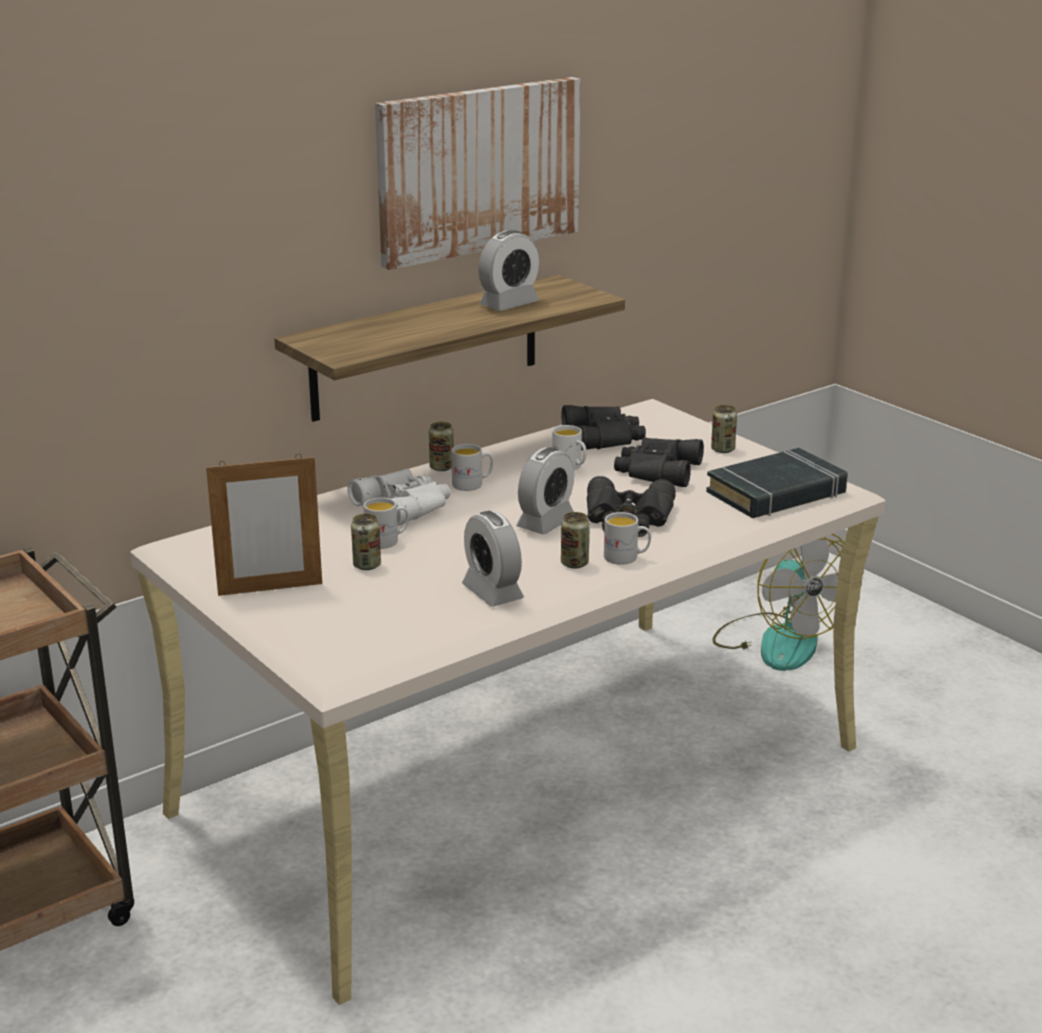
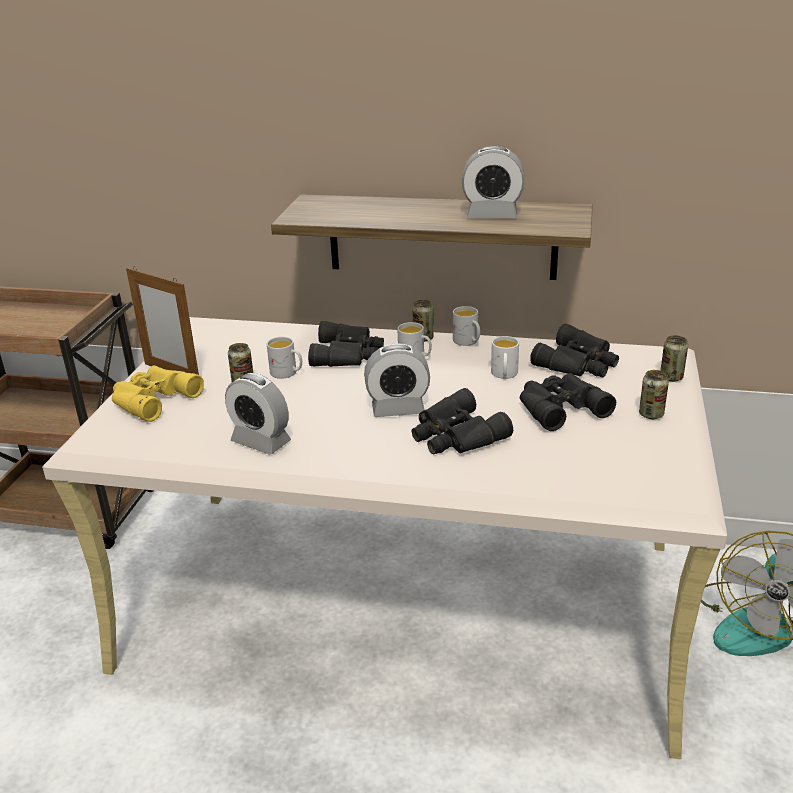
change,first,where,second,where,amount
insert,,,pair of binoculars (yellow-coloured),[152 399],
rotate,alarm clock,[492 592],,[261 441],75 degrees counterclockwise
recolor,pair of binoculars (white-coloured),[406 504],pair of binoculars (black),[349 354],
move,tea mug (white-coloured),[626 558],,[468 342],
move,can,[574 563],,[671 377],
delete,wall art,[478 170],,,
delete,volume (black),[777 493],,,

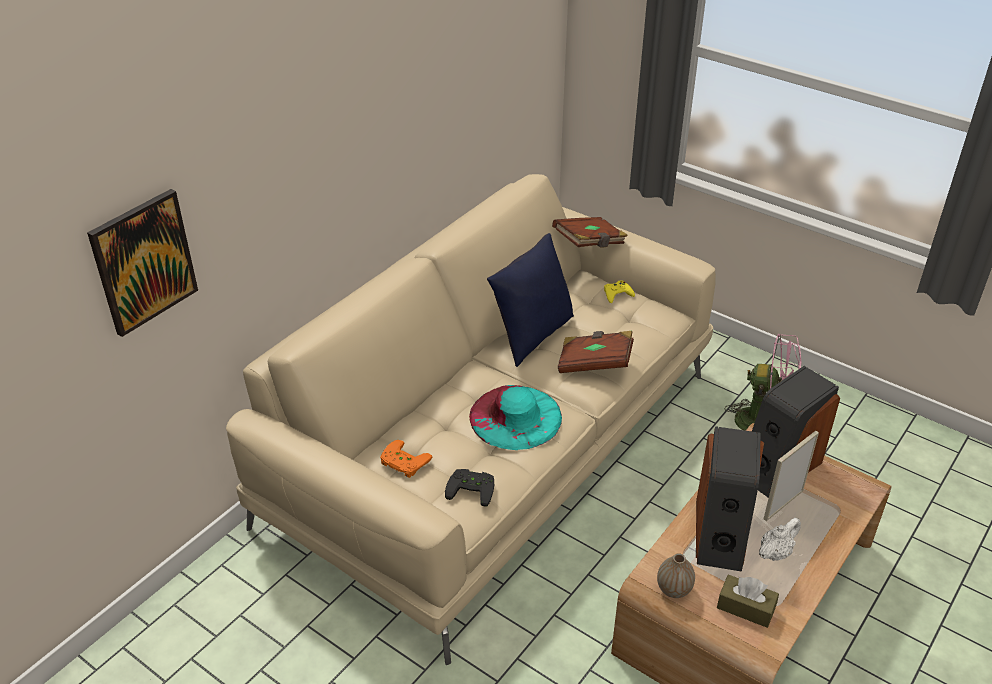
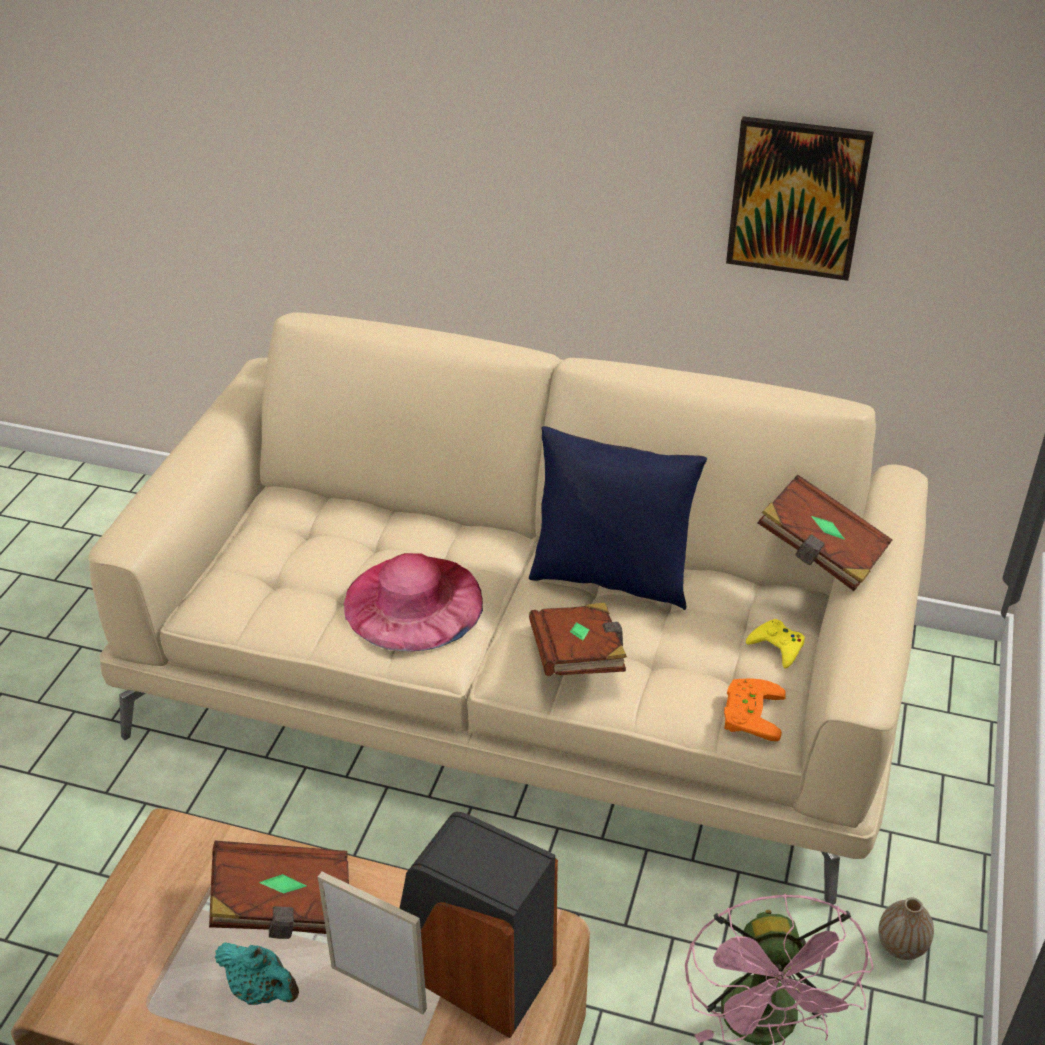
change,first,where,second,where,amount
replace,audio speaker,[721 534],volume (brown),[284 908],
recolor,tea pot (white-coloured),[775 552],tea pot (turquoise),[262 990],
recolor,wearable hat (turquoise),[515 417],wearable hat (pinkish),[413 602],
move,gamepad (orangey),[403 463],,[748 712],
move,wall art,[143 262],,[797 198],
move,flower vase,[673 589],,[901 946],
delete,gamepad (black),[472 488],,,
delete,tissue box (brown),[745 607],,,

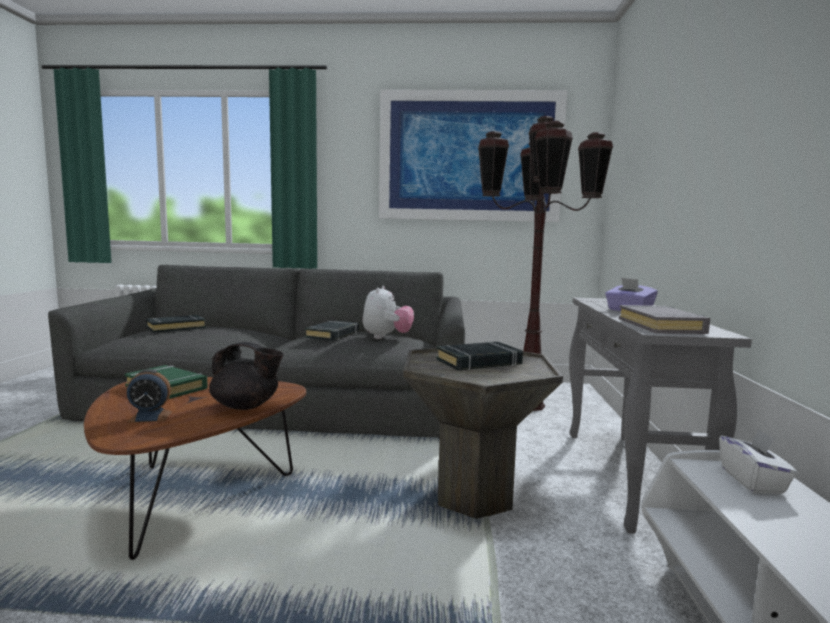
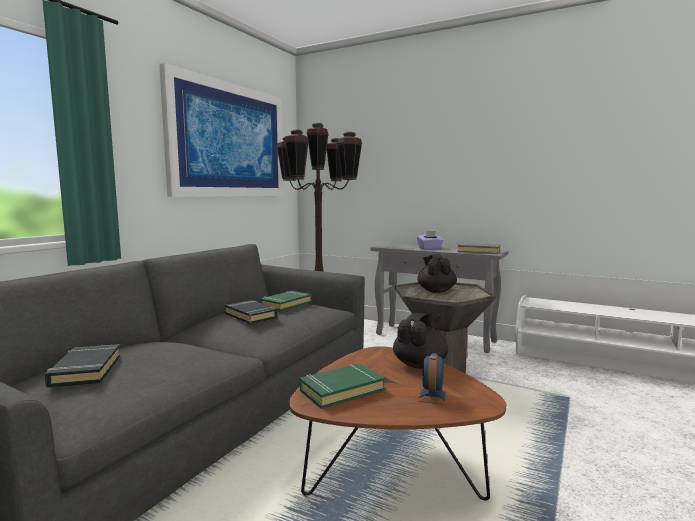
change,first,where,second,where,amount
replace,soft toy,[386 337],volume (greenish),[285 304],
replace,volume (black),[479 362],tea pot (black),[436 291],
delete,tissue box (white-coloured),[753 481],,,

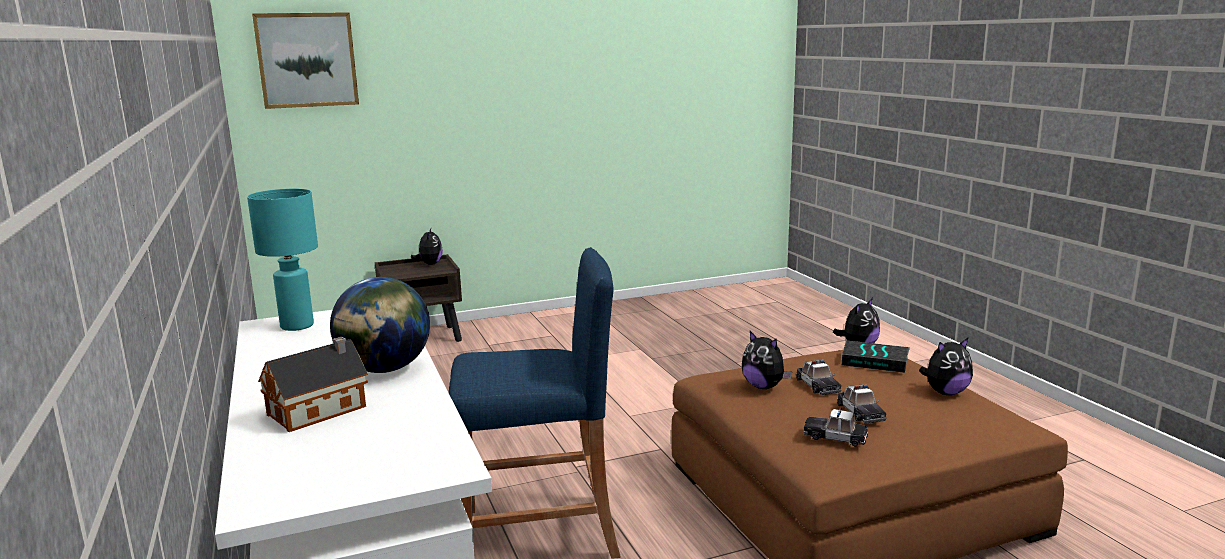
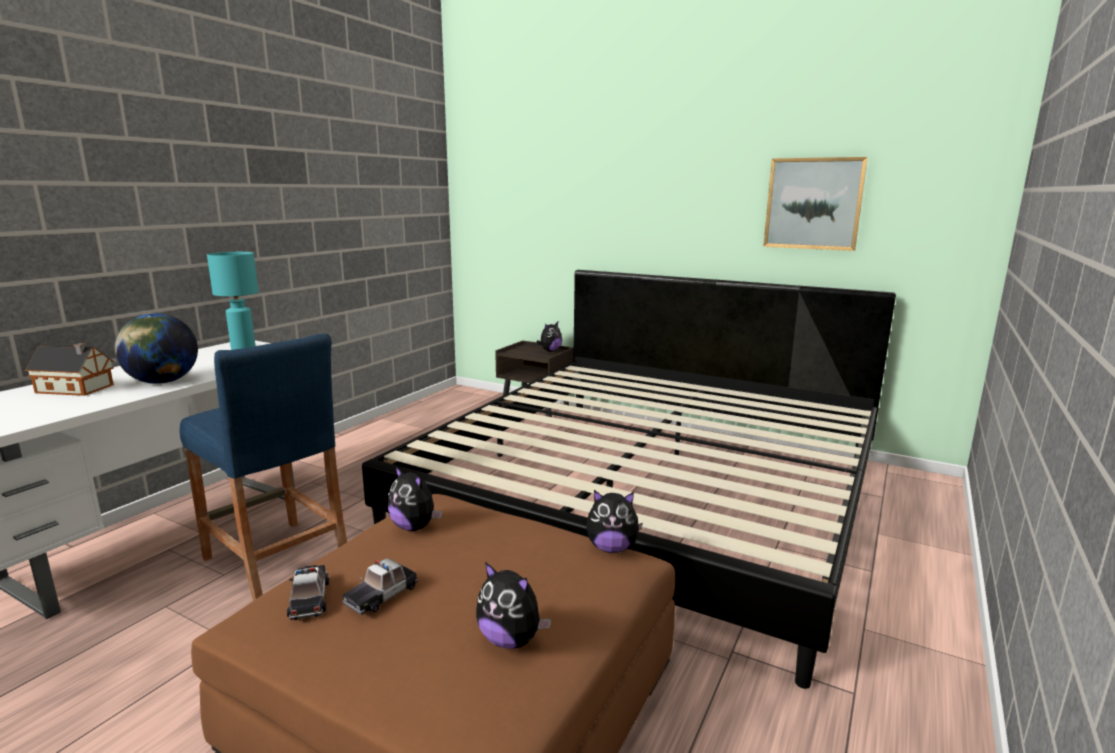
change,first,where,second,where,amount
insert,,,sleeping bed,[650 495],
rotate,soft toy,[764 386],,[415 527],60 degrees counterclockwise
move,wall art,[307 60],,[813 203],
delete,miniature car,[817 385],,,
delete,volume,[875 361],,,

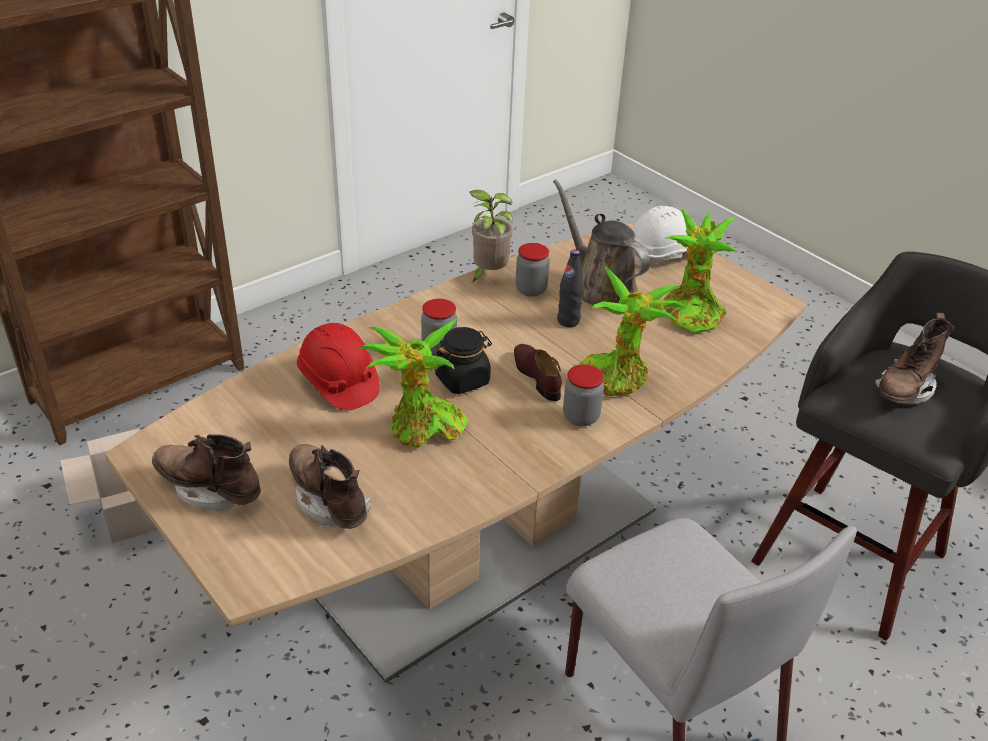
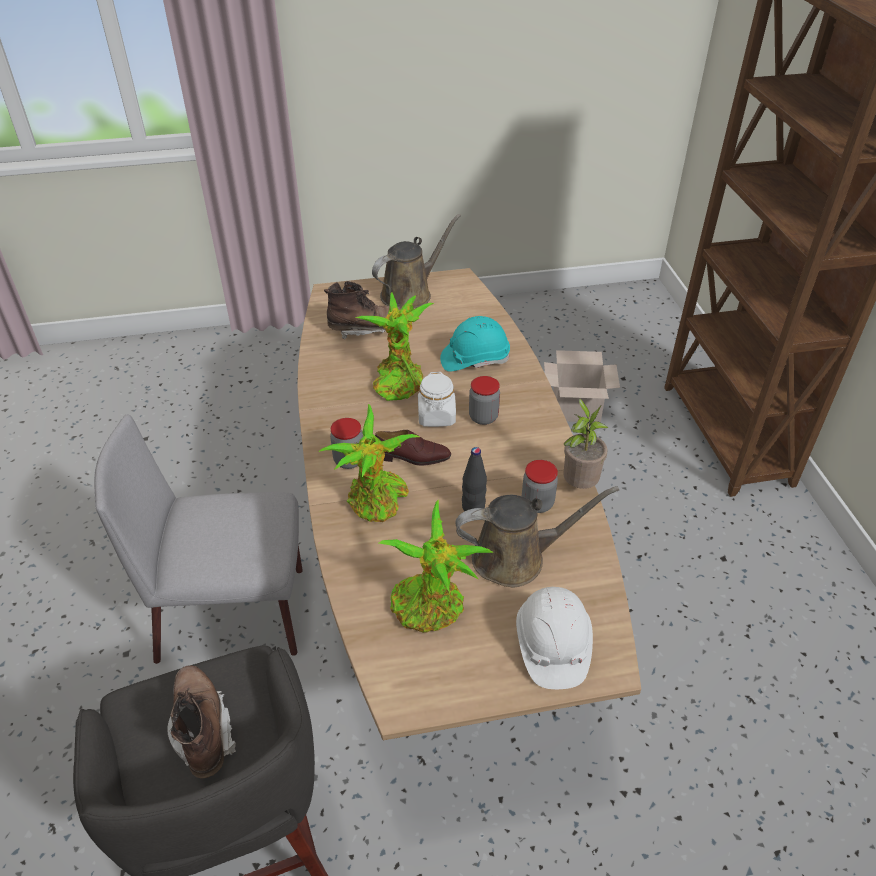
change,first,where,second,where,amount
replace,high-top boot (brown),[209 489],sprinkling can (brown),[410 293],
recolor,preserve jar (black),[462 379],preserve jar (white-coloured),[436 416],
recolor,hard hat (reddish),[338 382],hard hat (turquoise),[474 359],

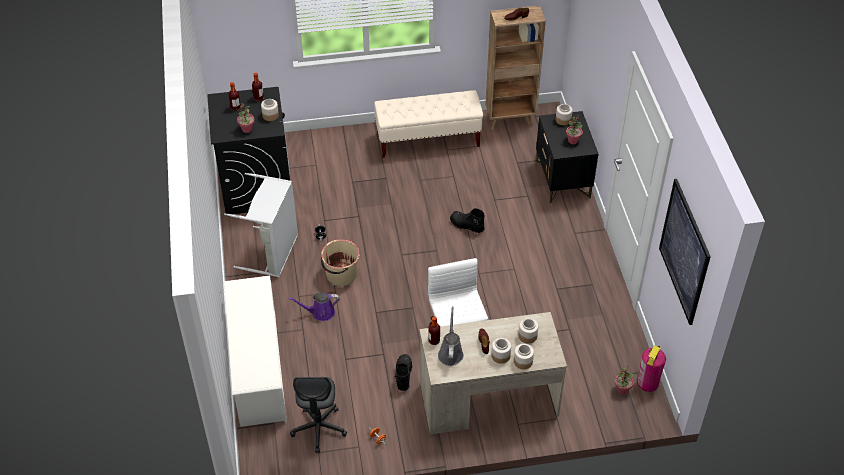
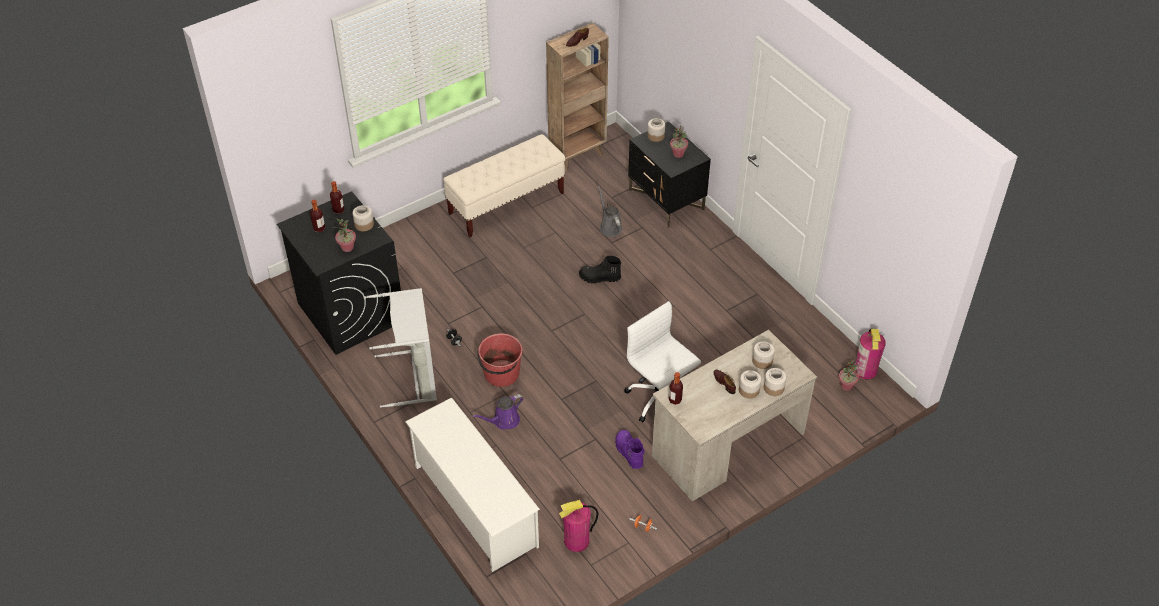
change,first,where,second,where,amount
recolor,bucket (sand-coloured),[341 275],bucket (reddish),[501 374],
replace,office chair (grey),[319 429],fire extinguisher,[576 541],
move,sprinkling can (grey),[450 352],,[609 226],
recolor,high-top boot (black),[403 375],high-top boot (purple),[628 453],
delete,wall art,[684 252],,,

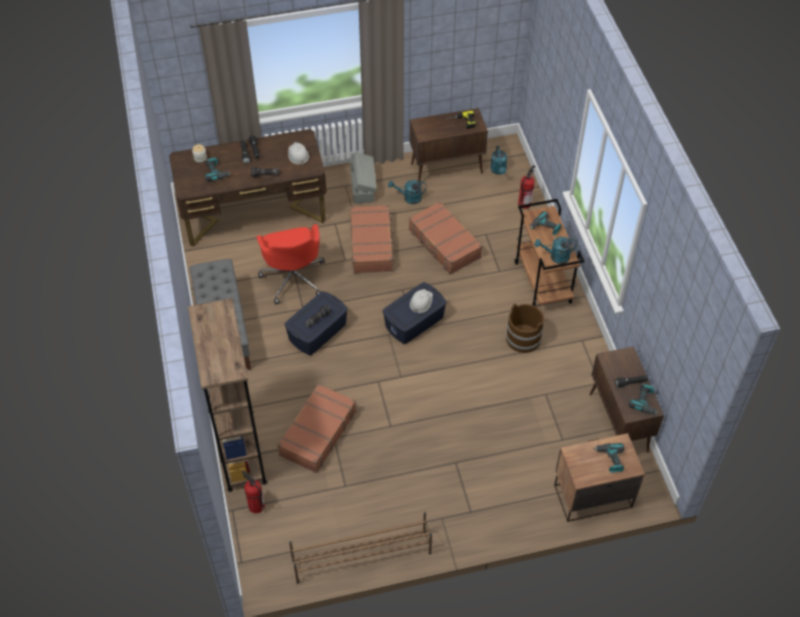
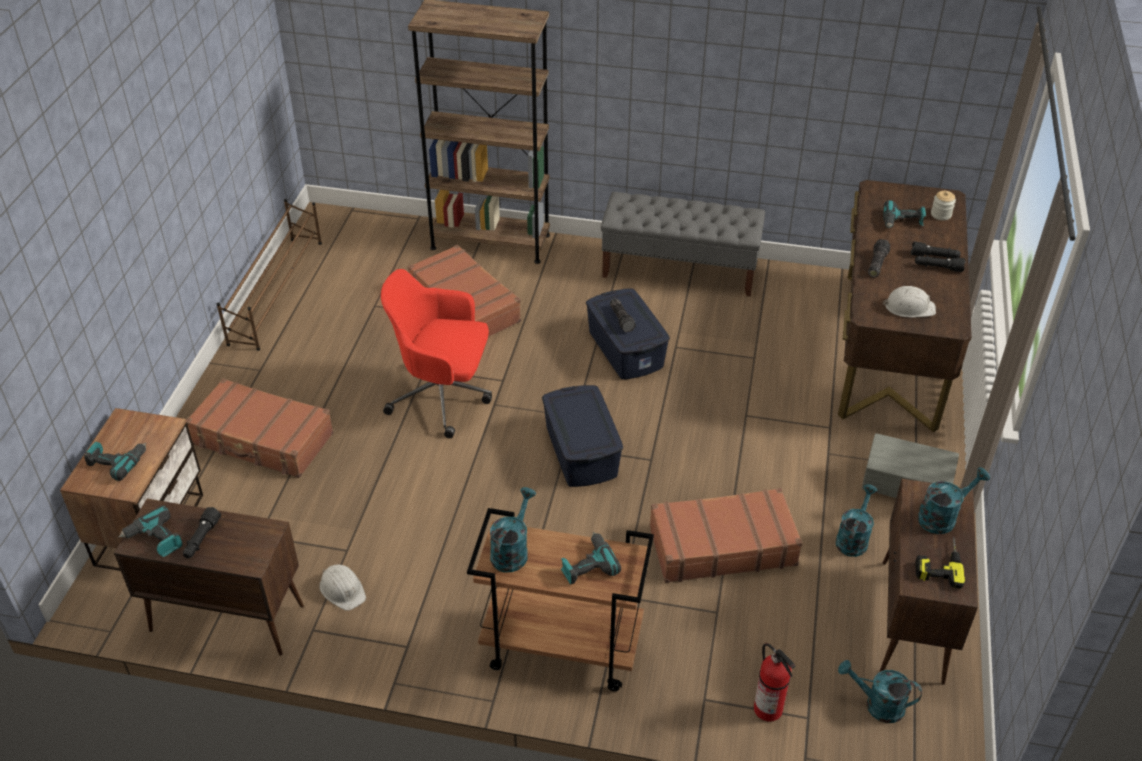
change,first,where,second,where,amount
move,piece of luggage (brown),[372 244],,[262 439],
move,hard hat (white-coloured),[421 302],,[342 589],
move,office chair (reddish),[293 277],,[443 396],
insert,,,sprinkling can (turquoise),[942 517],
delete,fire extinguisher,[256 506],,,
delete,bucket (brown),[523 338],,,

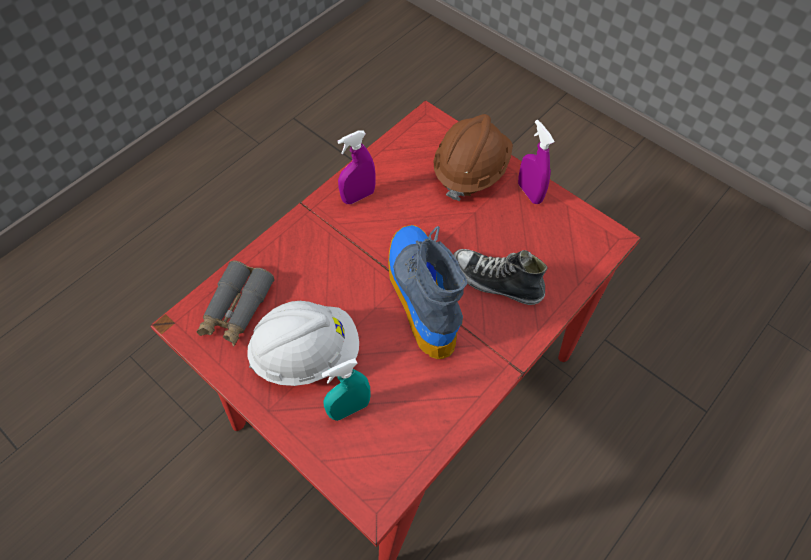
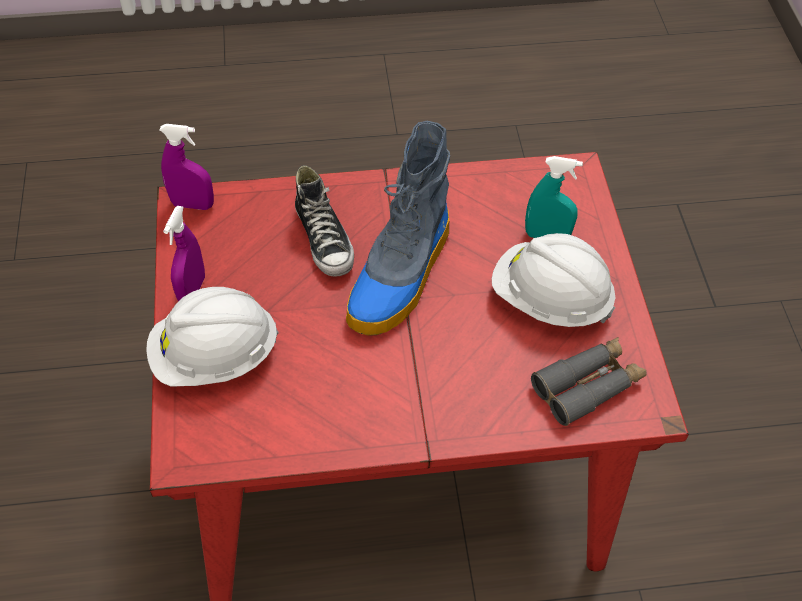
change,first,where,second,where,amount
recolor,hard hat (brown),[470 170],hard hat (white-coloured),[215 356],
move,sprayer (purple),[358 196],,[192 204],

